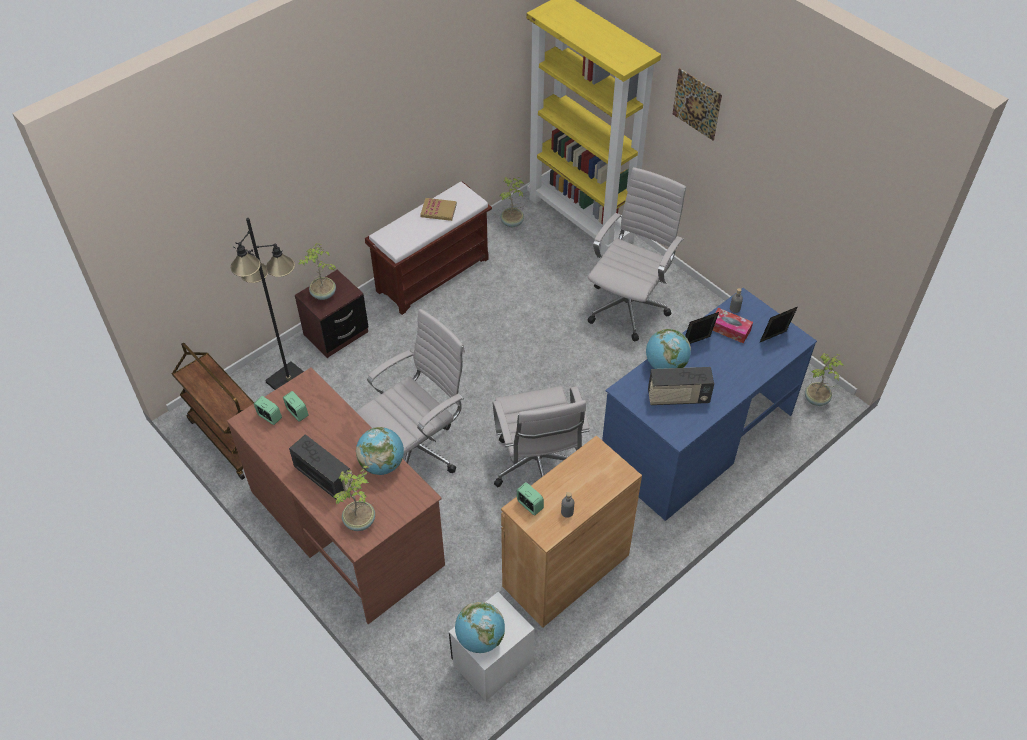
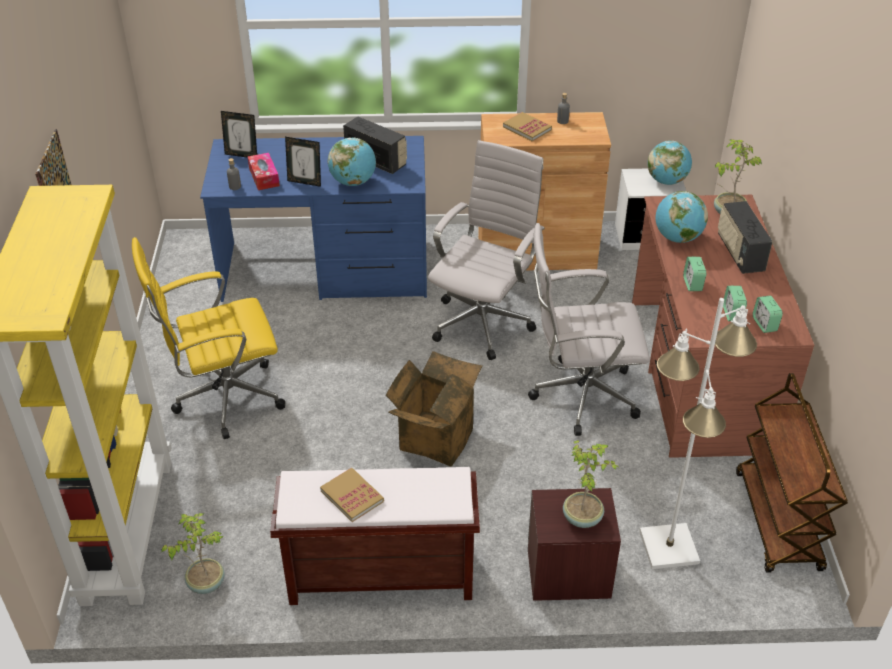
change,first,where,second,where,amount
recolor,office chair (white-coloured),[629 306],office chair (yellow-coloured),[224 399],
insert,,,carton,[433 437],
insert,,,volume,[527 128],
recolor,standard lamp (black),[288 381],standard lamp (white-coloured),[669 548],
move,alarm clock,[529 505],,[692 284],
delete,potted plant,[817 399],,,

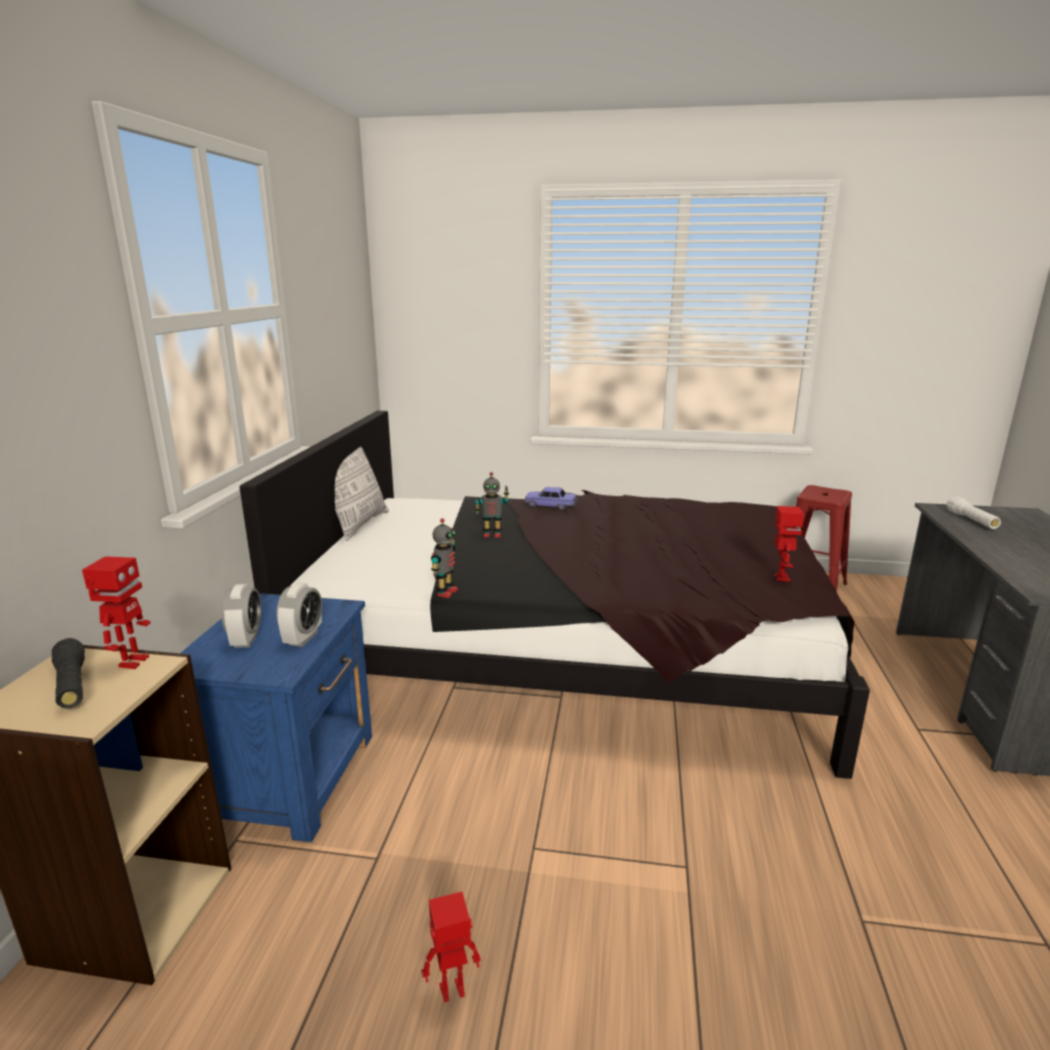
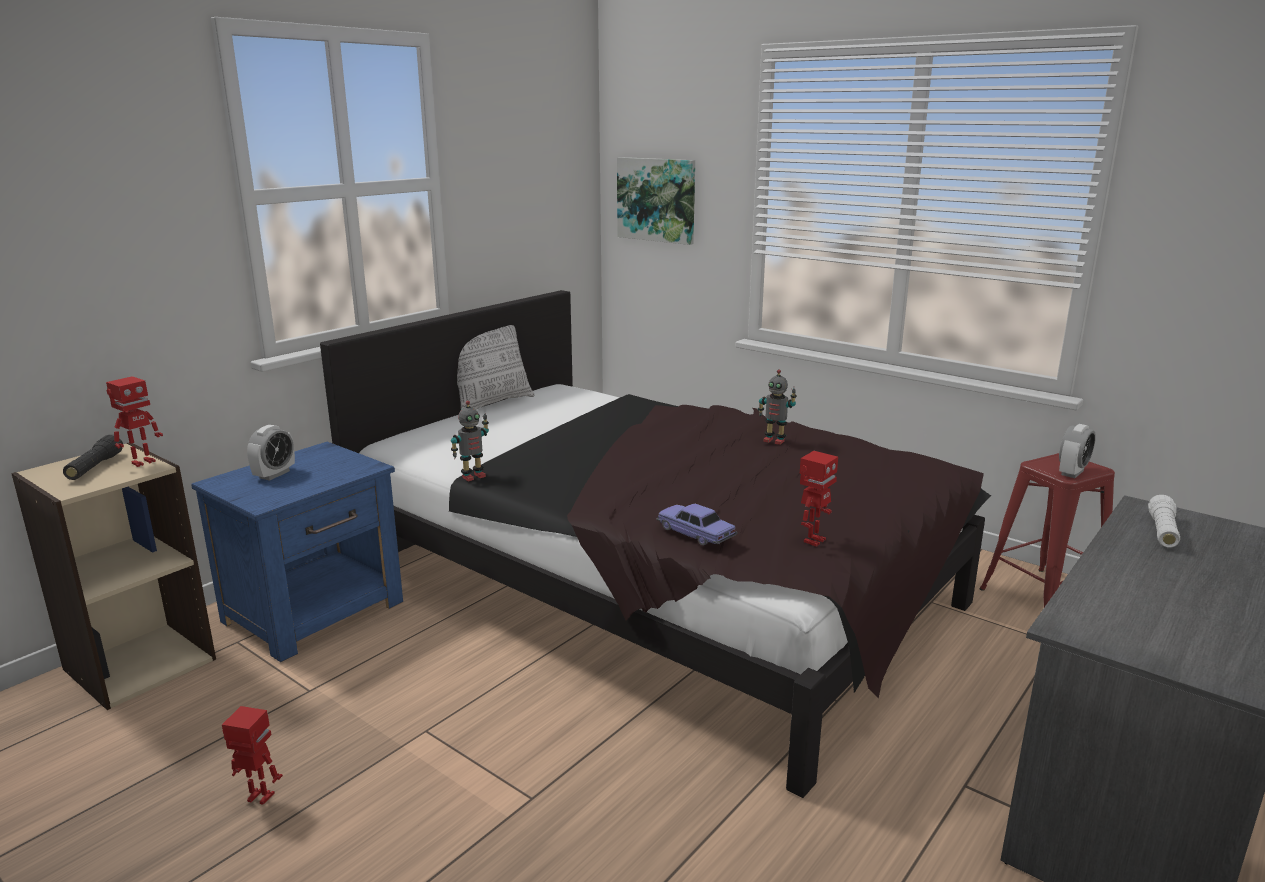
change,first,where,second,where,amount
insert,,,wall art,[657 199],
move,miniature car,[550 505],,[695 534],
move,robot figure,[492 534],,[774 440],
move,alarm clock,[303 638],,[1072 472],

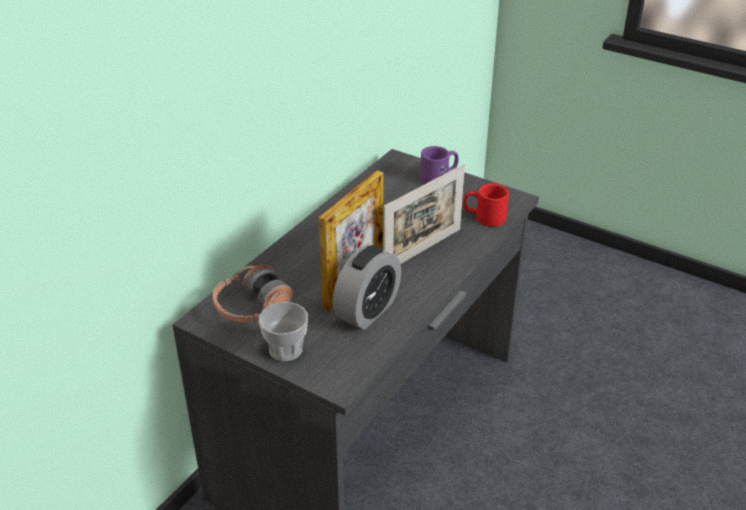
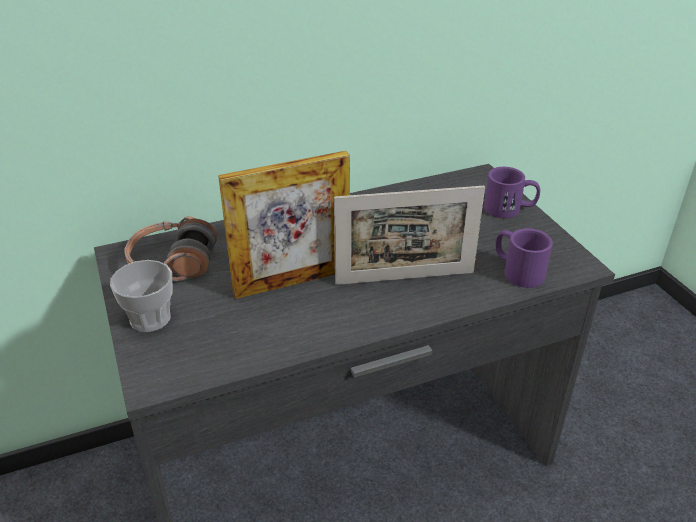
change,first,where,second,where,amount
recolor,tea mug (reddish),[484 217],tea mug (purple),[517 271],
delete,alarm clock,[367 311],,,

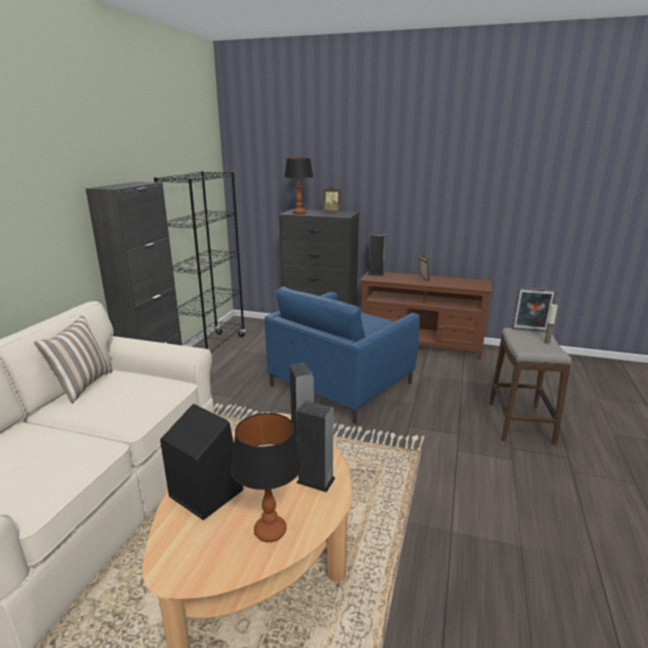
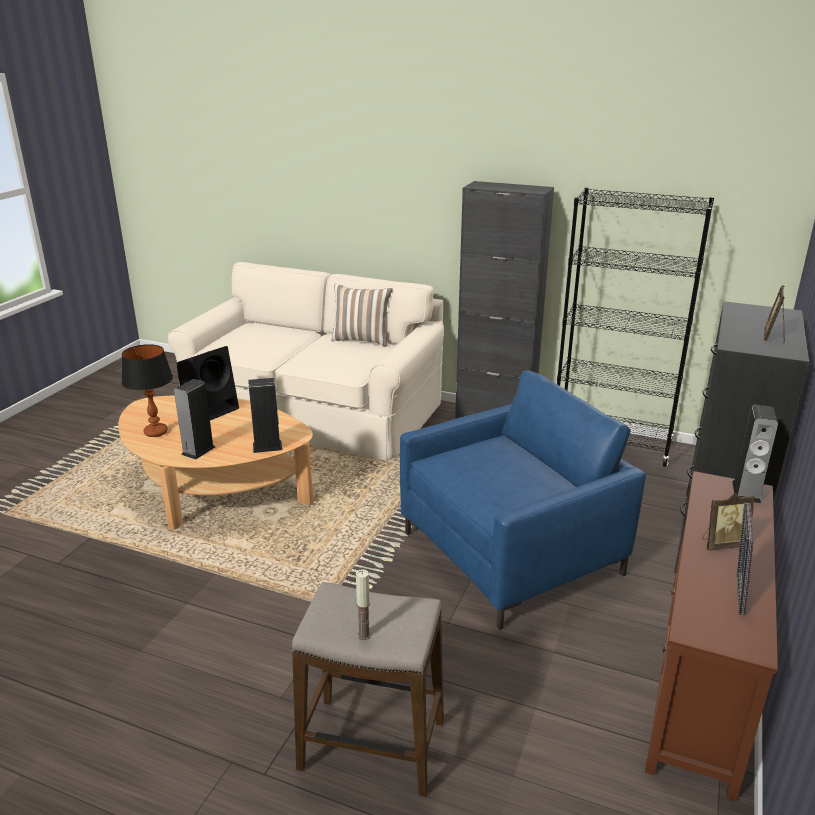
change,first,where,second,where,amount
rotate,lounge chair (bluish),[341 384],,[511 553],105 degrees clockwise
move,photo frame,[530 331],,[736 593],
delete,table lamp,[299 213],,,

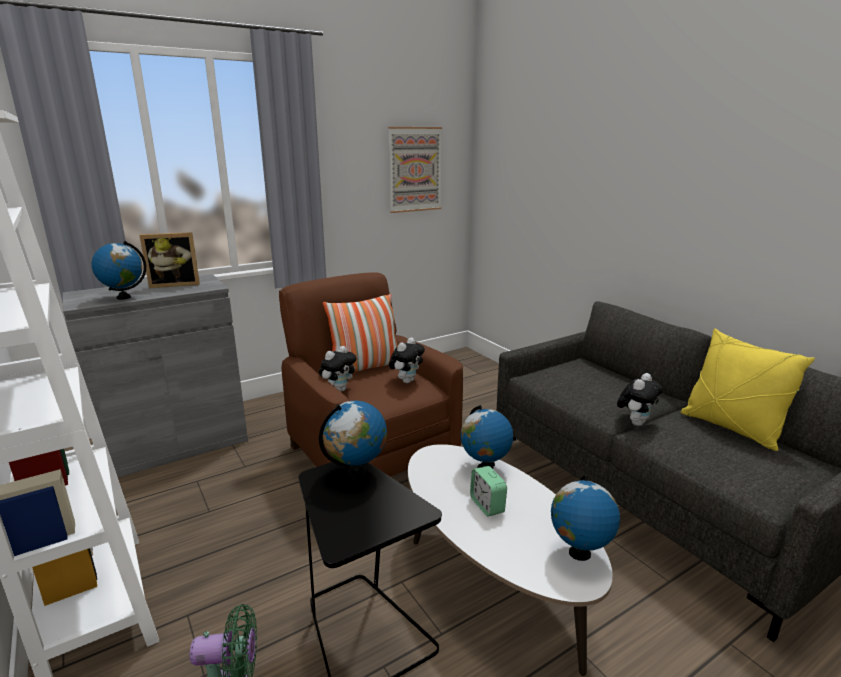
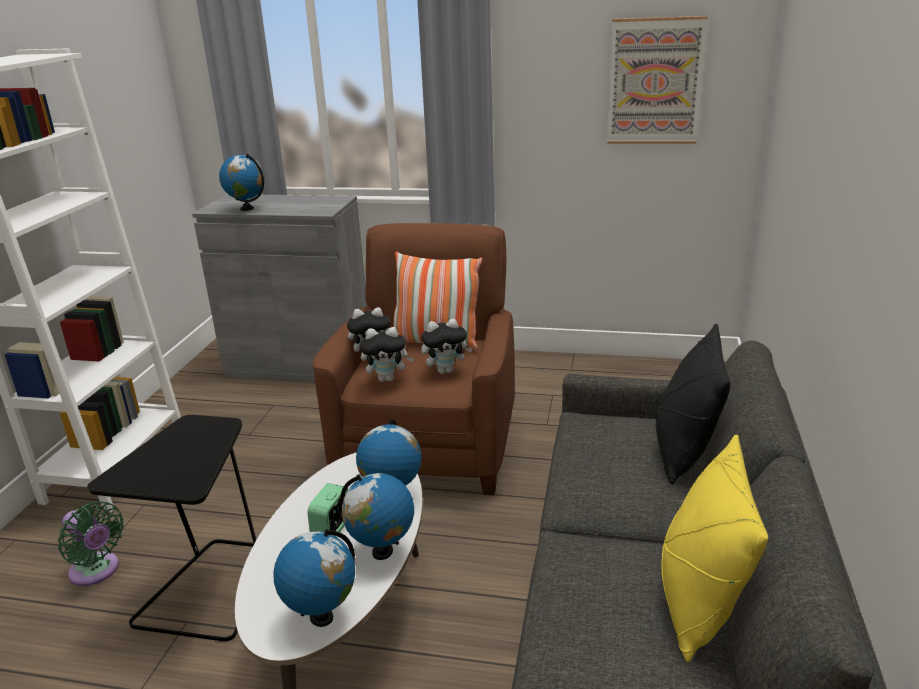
change,first,where,second,where,amount
move,globe,[357 473],,[382 552],
move,soft toy,[635 422],,[387 379],
insert,,,throw pillow (black),[684 452],
delete,photo frame,[175 284],,,

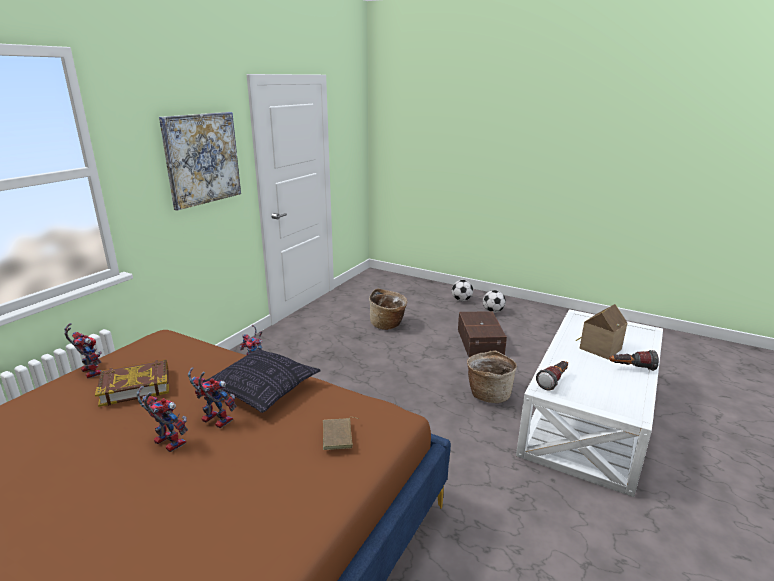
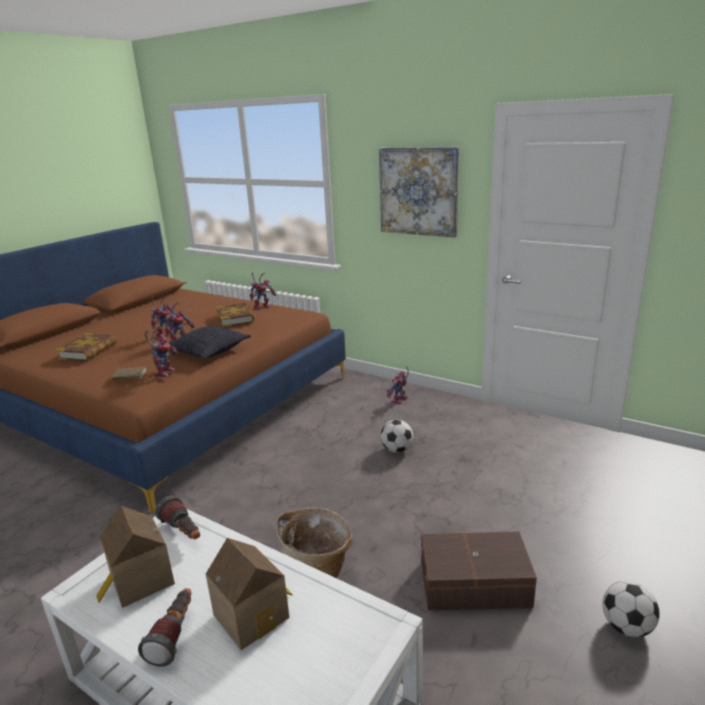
change,first,where,second,where,amount
insert,,,volume,[88 351],
insert,,,toy house,[139 581],
insert,,,robot figure,[164 372],
move,football,[461 300],,[397 450],
delete,storage basket,[388 324],,,

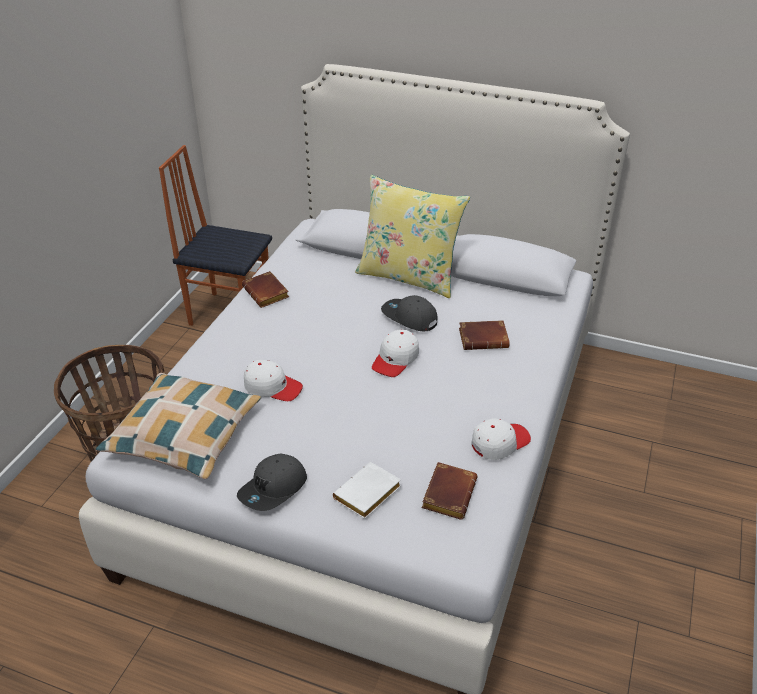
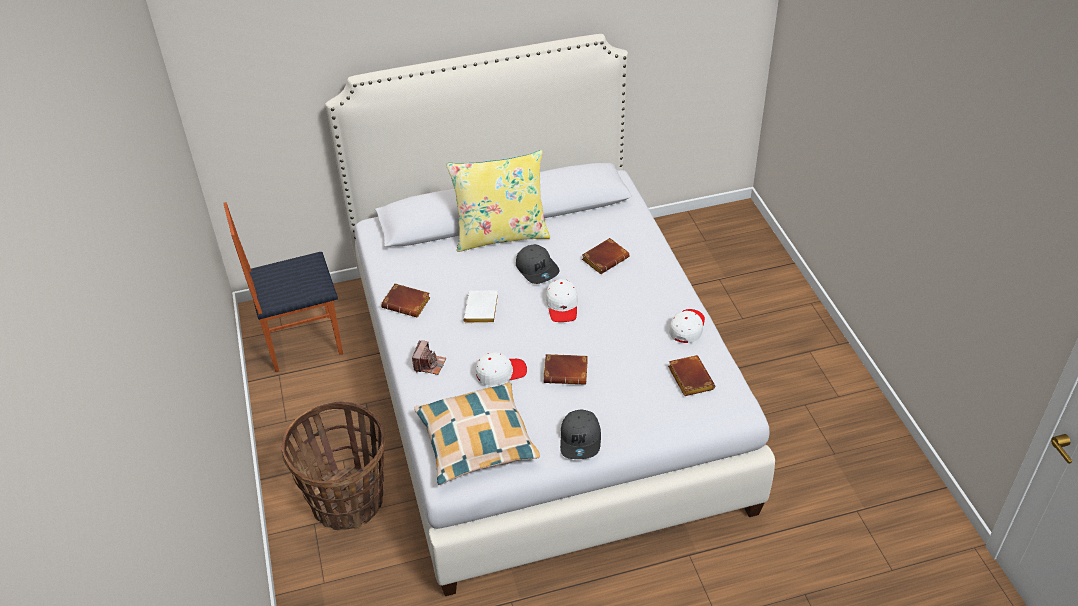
change,first,where,second,where,amount
insert,,,photo camera,[429 364],
move,volume (white-coloured),[367 496],,[482 311],
rotate,cap (grey),[409 318],,[537 269],120 degrees counterclockwise
insert,,,volume (brown),[567 372],

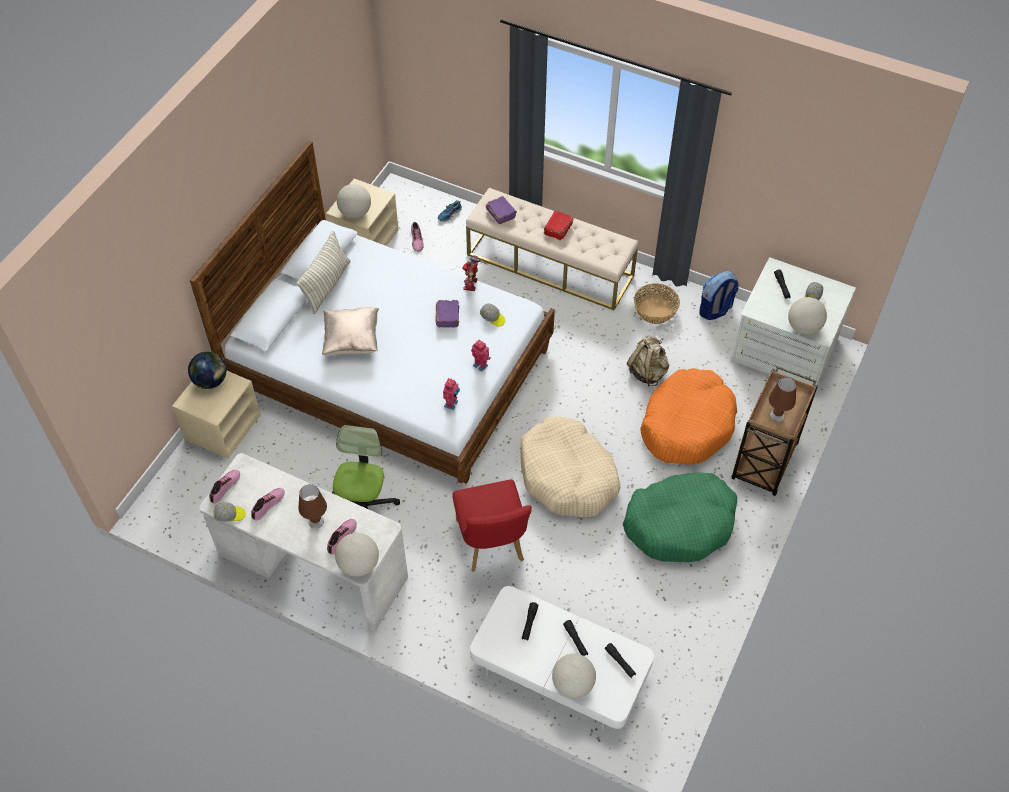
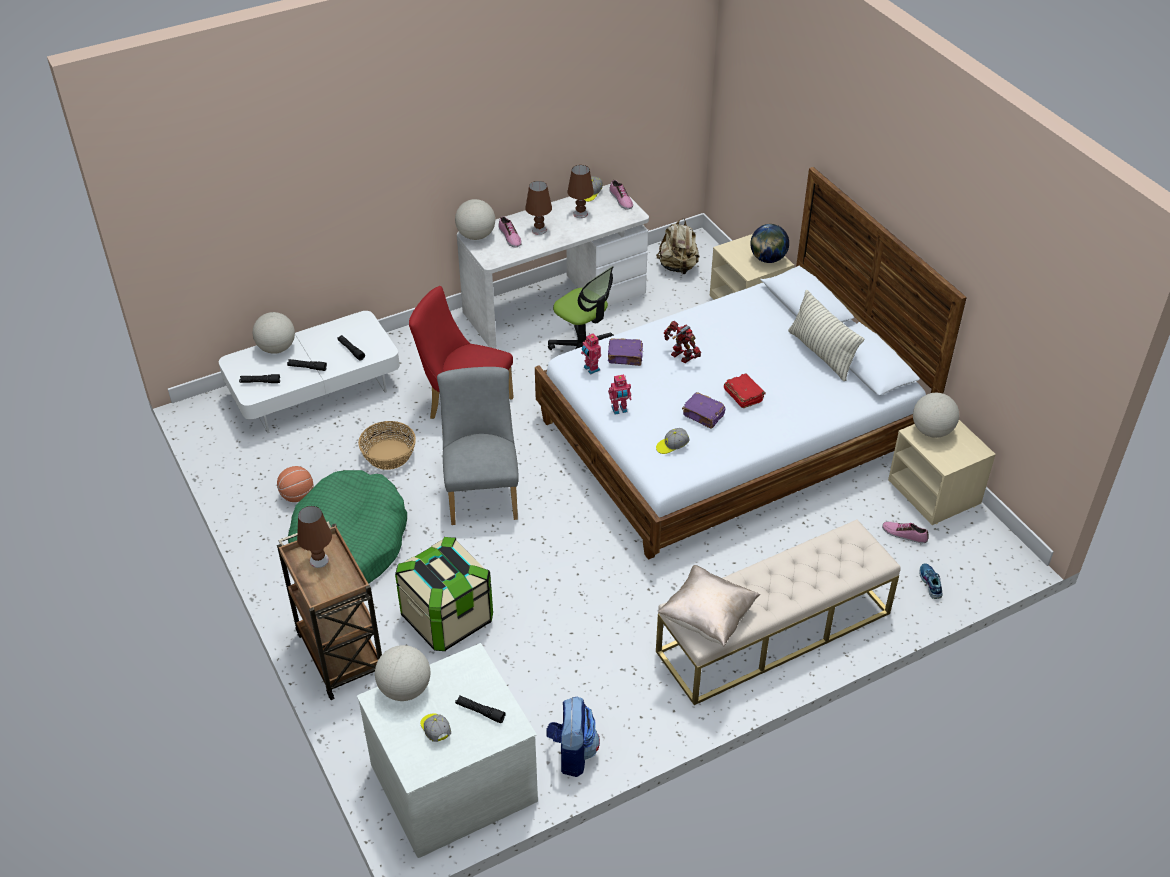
change,first,where,second,where,amount
insert,,,ball for basketball,[297 496],
move,storage basket,[655 311],,[388 455],
replace,pet bed (orangey),[686 425],storage box,[447 618],
replace,pet bed (sand-coloured),[568 476],plain chair (grey),[482 492],
replace,shoe,[268 505],table lamp (brown),[580 213],
move,volume (purple),[501 214],,[625 357],
move,rucksack (sand-coloured),[647 372],,[678 267],
move,throw pillow (sand-coloured),[352 341],,[707 618],
move,robot figure,[472 284],,[681 357],
move,volume (reddish),[557 229],,[743 396],

